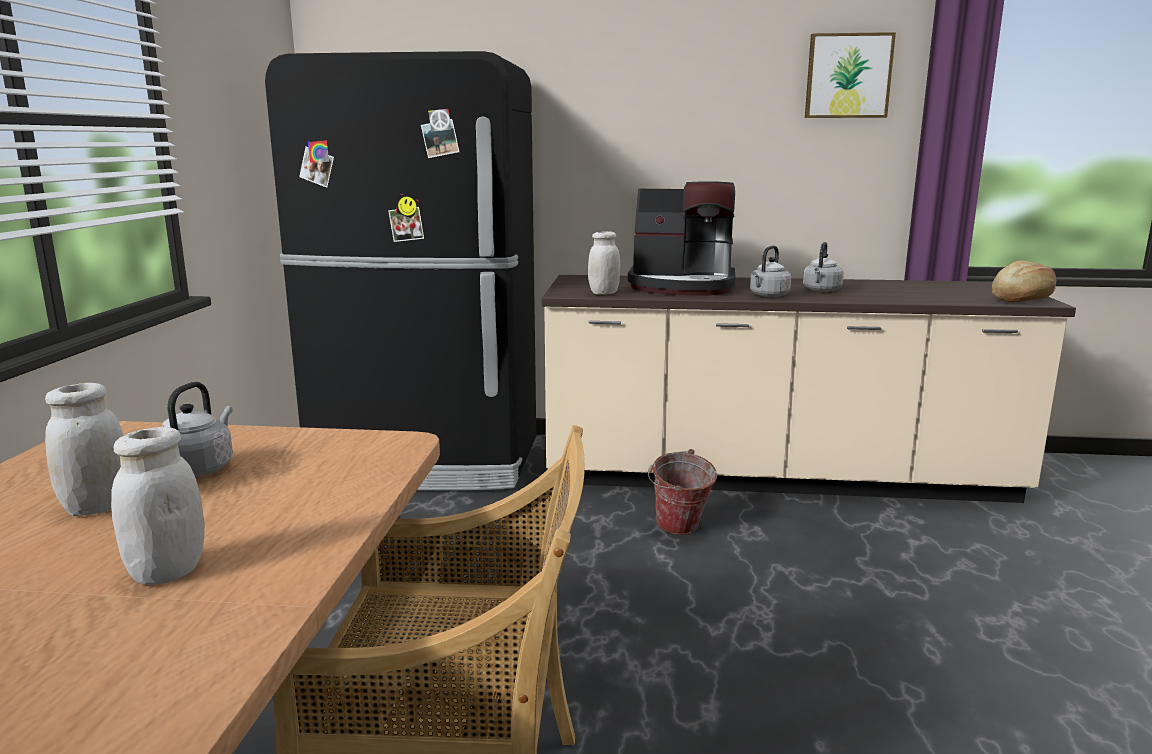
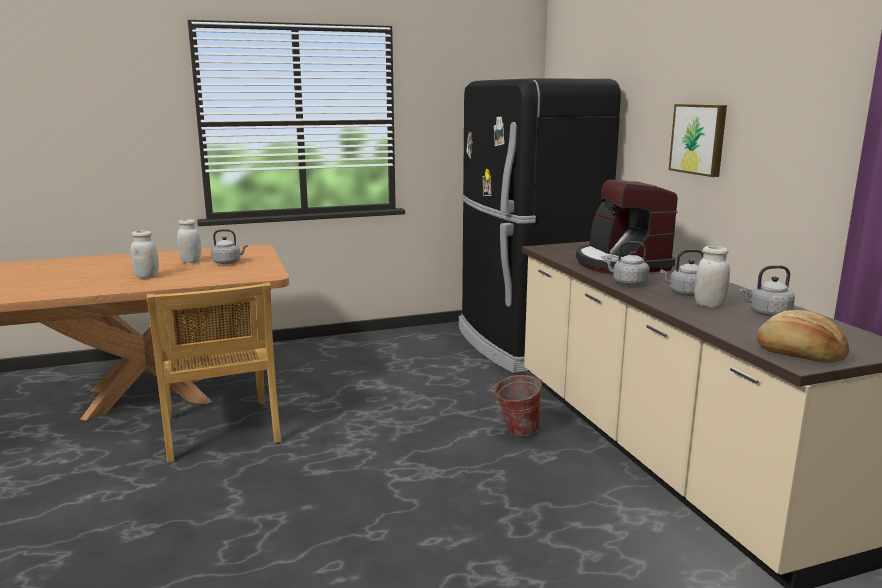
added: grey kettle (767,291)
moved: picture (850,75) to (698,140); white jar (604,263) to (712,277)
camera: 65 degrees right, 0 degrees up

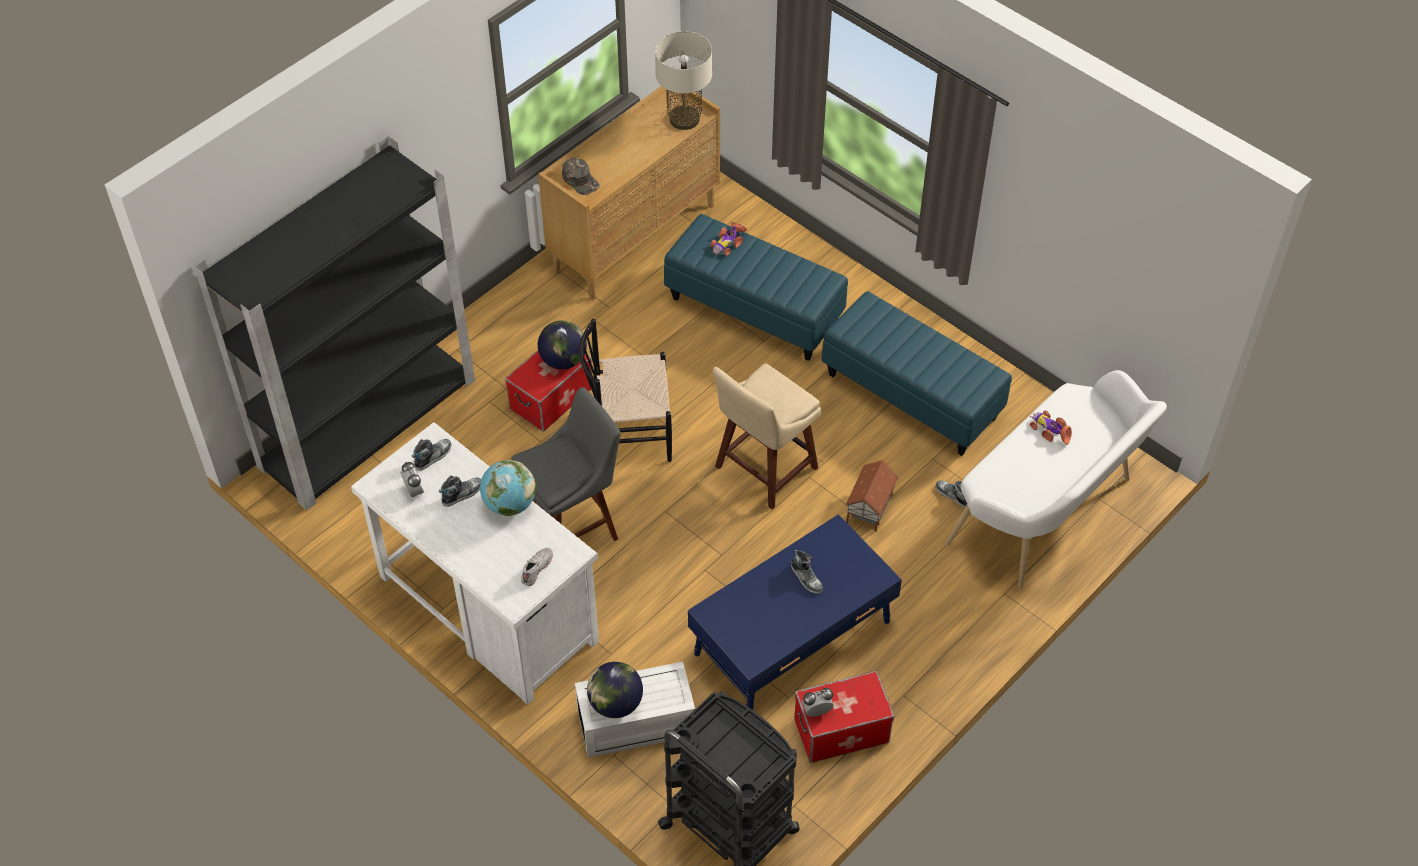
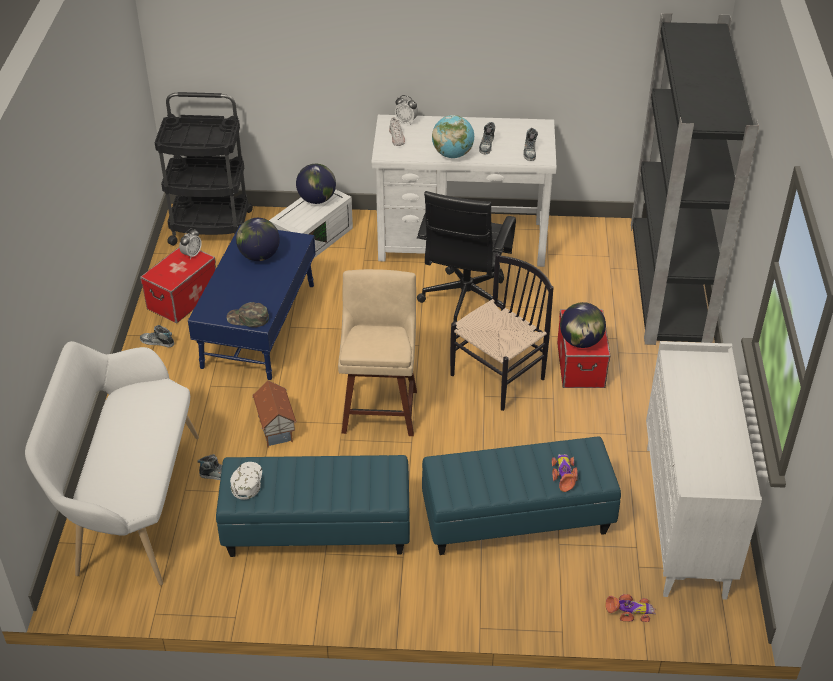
removed: table lamp (683,80)
added: white cap (246,481); globe (258,239)
moved: shoe (807,572) to (157,336); green cap (581,176) to (248,314); alarm clock (412,480) to (406,110); toy car (1051,427) to (630,608)
replaced: grey stool (566,464) to black office chair (466,260)
recoloured: brown dresser (629,193) to white dresser (704,470)
camera: 140 degrees right, 10 degrees down

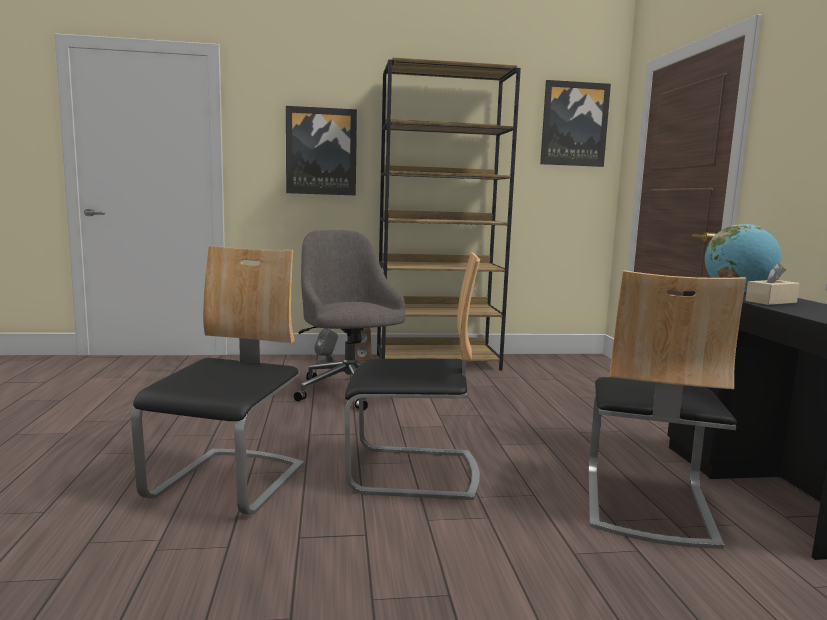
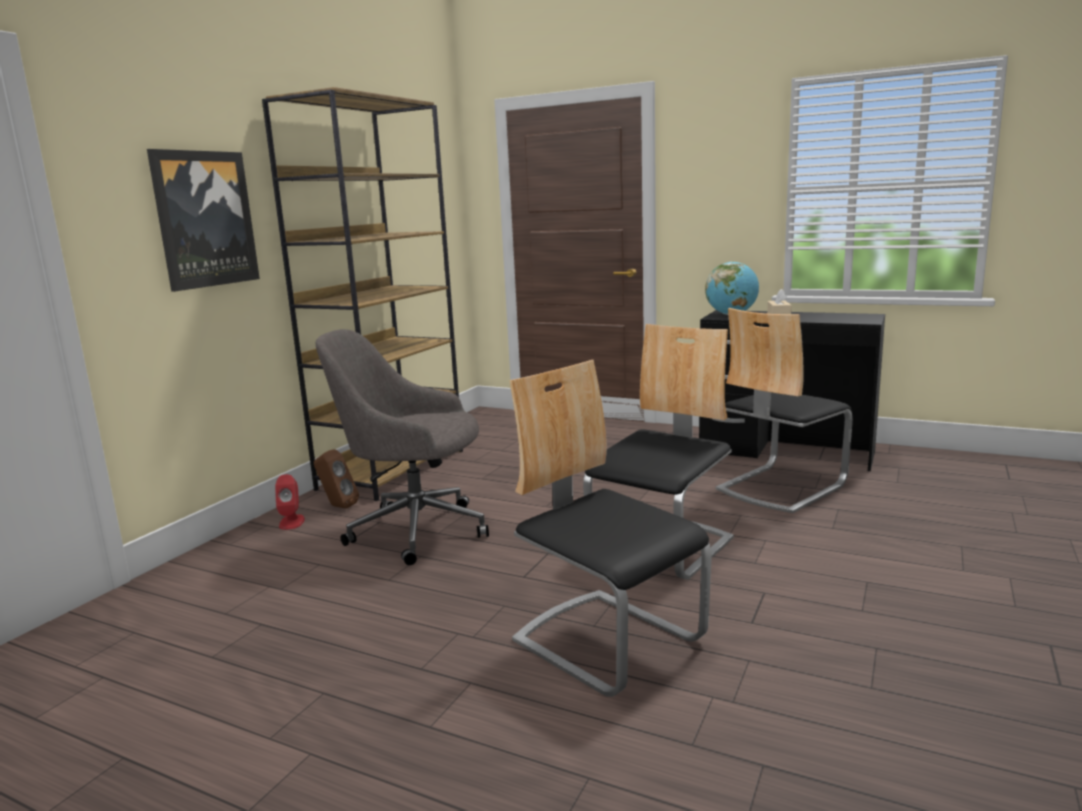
removed: picture (575,123)
recoloured: grey speaker (326,346) to red speaker (290,502)
turned: chair (667,409) = (784,410) 90 degrees clockwise
camera: 55 degrees left, 5 degrees up

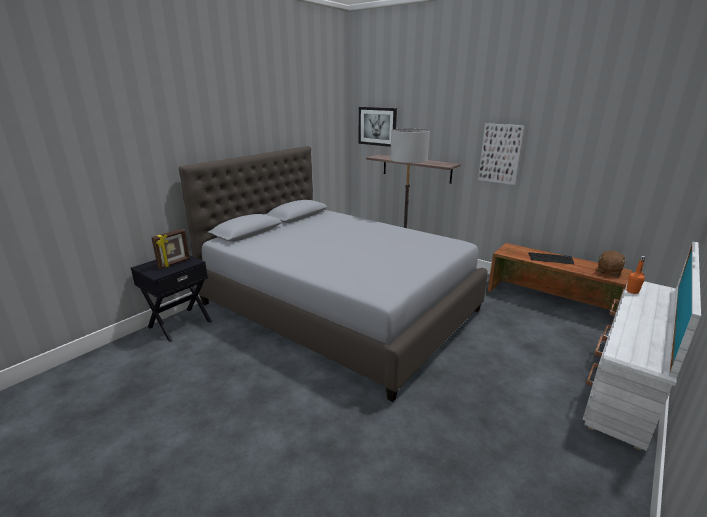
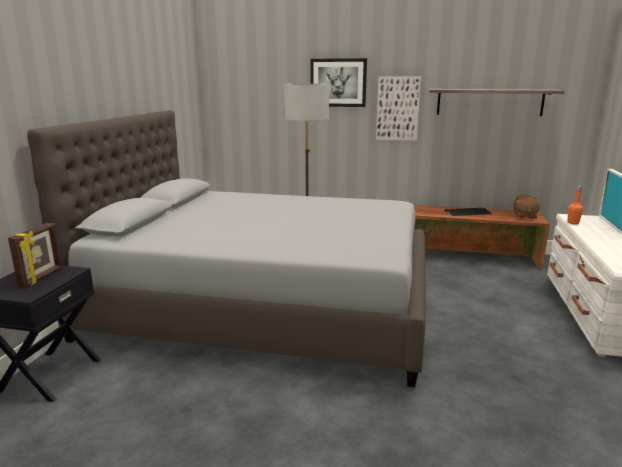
moved: picture (378,127) to (338,82); shelf (413,169) to (497,102)
camera: 25 degrees left, 5 degrees down

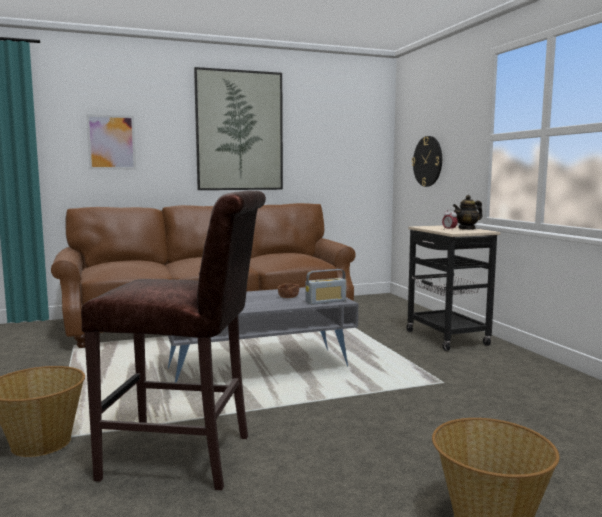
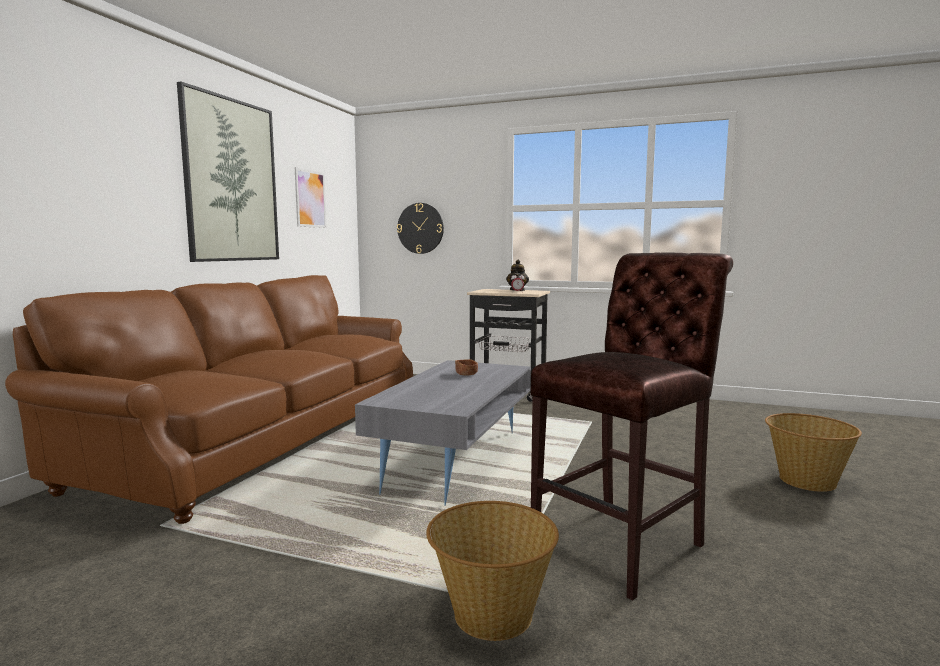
removed: radio (326,287)
moved: picture (111,142) to (310,197)
camera: 50 degrees left, 0 degrees up

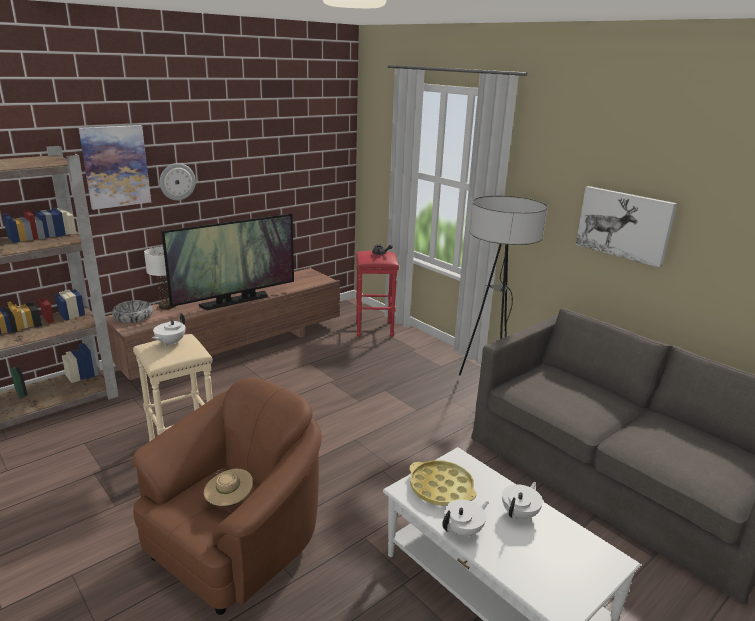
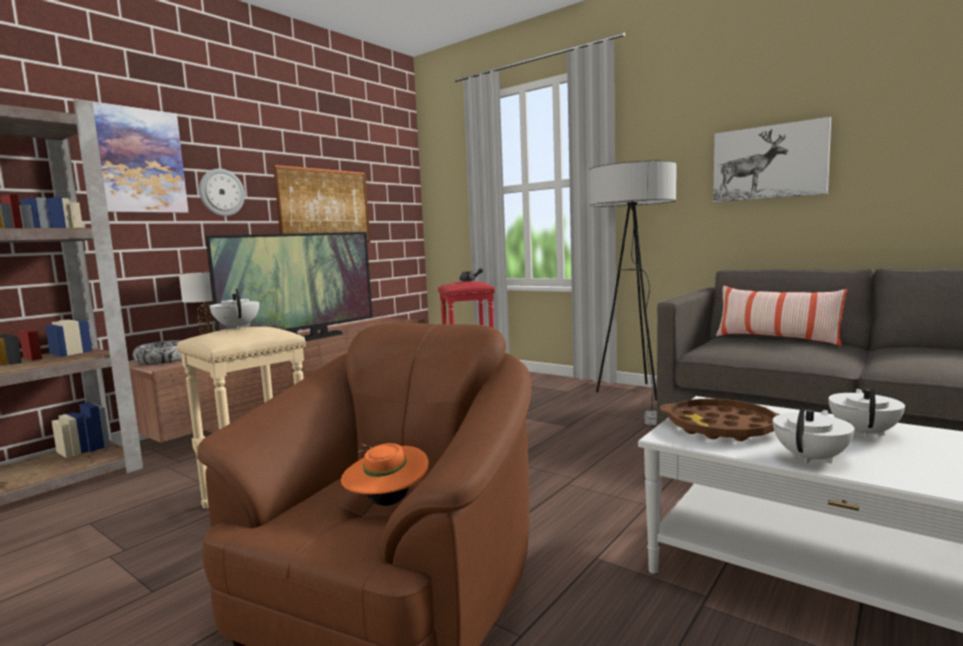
added: picture (321,204); pillow (782,316)
recoloured: beige hat (228,487) to orange hat (385,474); yellow tray (442,483) to brown tray (720,420)
turned: white teapot (168,329) = (234,309) 135 degrees clockwise
camera: 10 degrees left, 15 degrees down

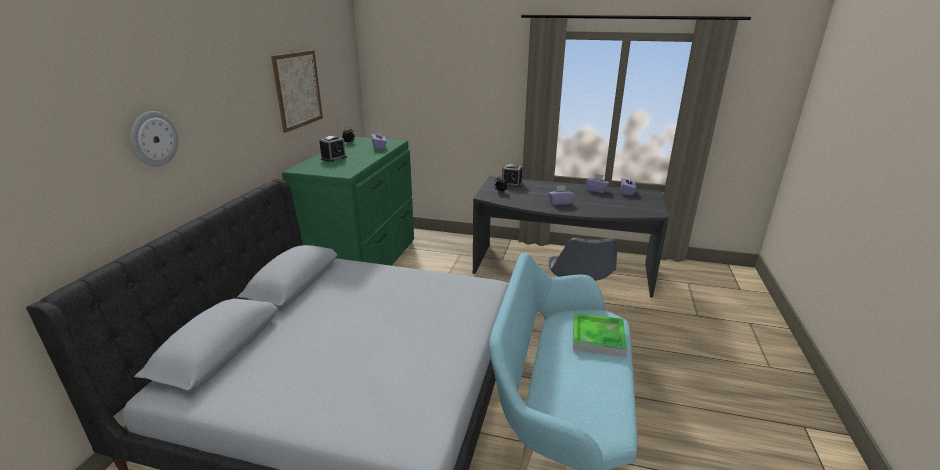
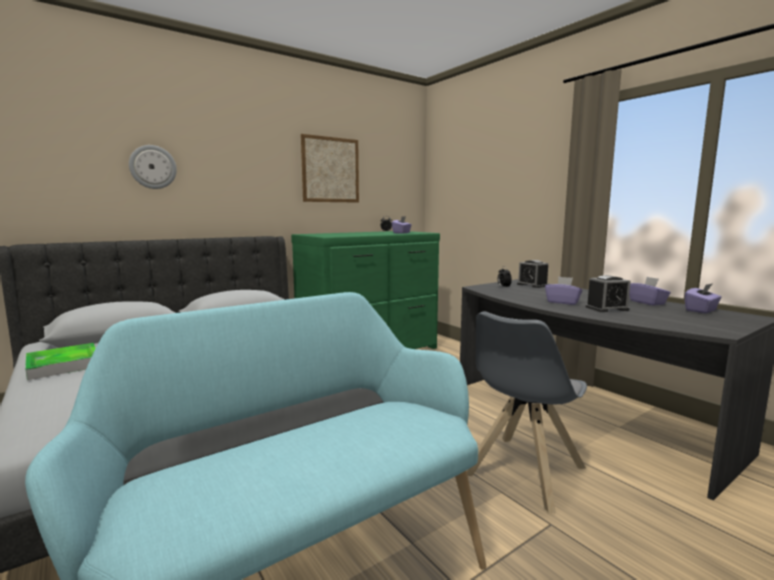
moved: tray (600,335) to (60,361); alarm clock (333,149) to (608,293)
camera: 40 degrees right, 15 degrees down

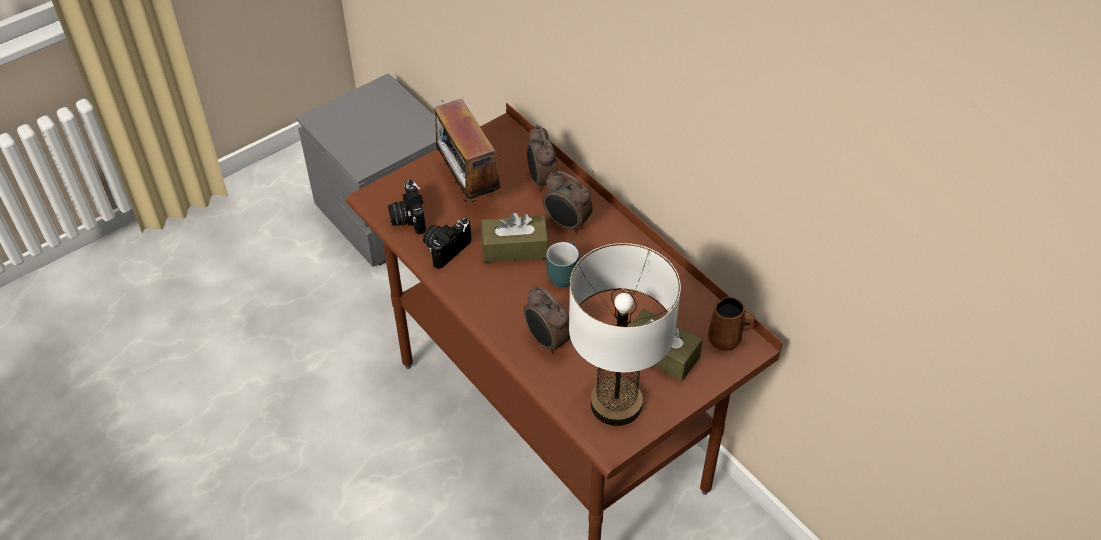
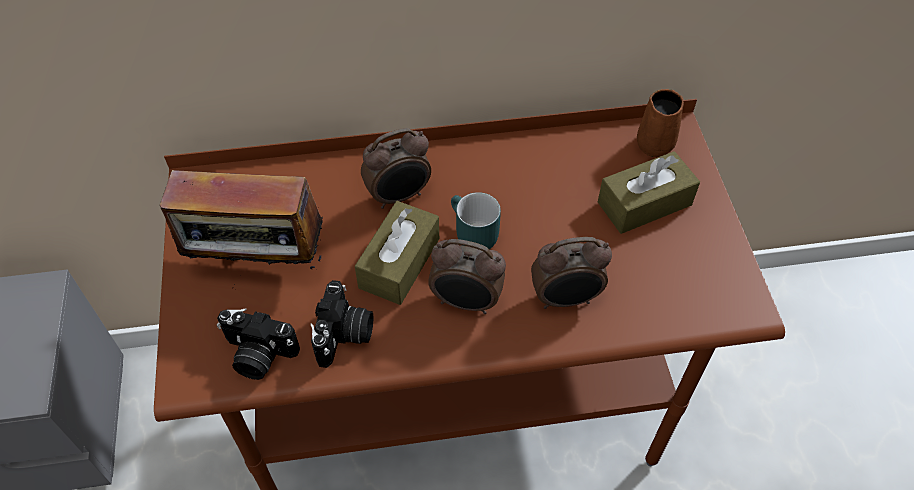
removed: table lamp (625,334)
moved: alarm clock (542,158) to (467,276)
turned: photo camera (447,243) = (341,324) 150 degrees counterclockwise
camera: 60 degrees left, 5 degrees up

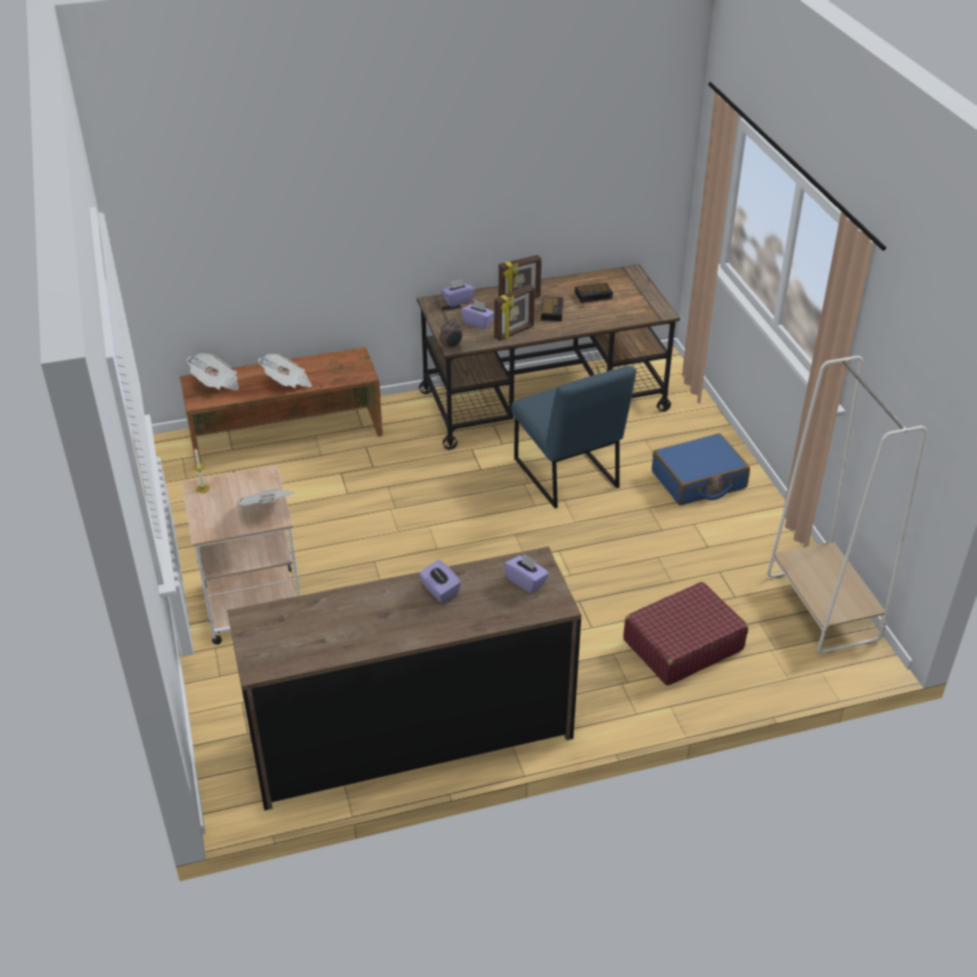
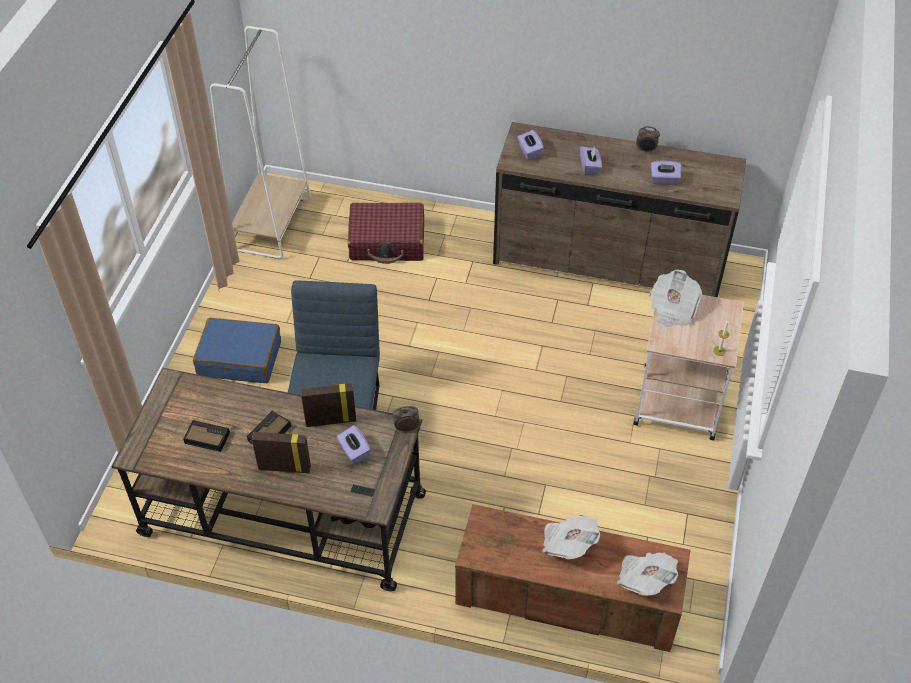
added: alarm clock (648,139)
moved: purple tissue box (458,293) to (666,173)
camera: 150 degrees left, 10 degrees up

